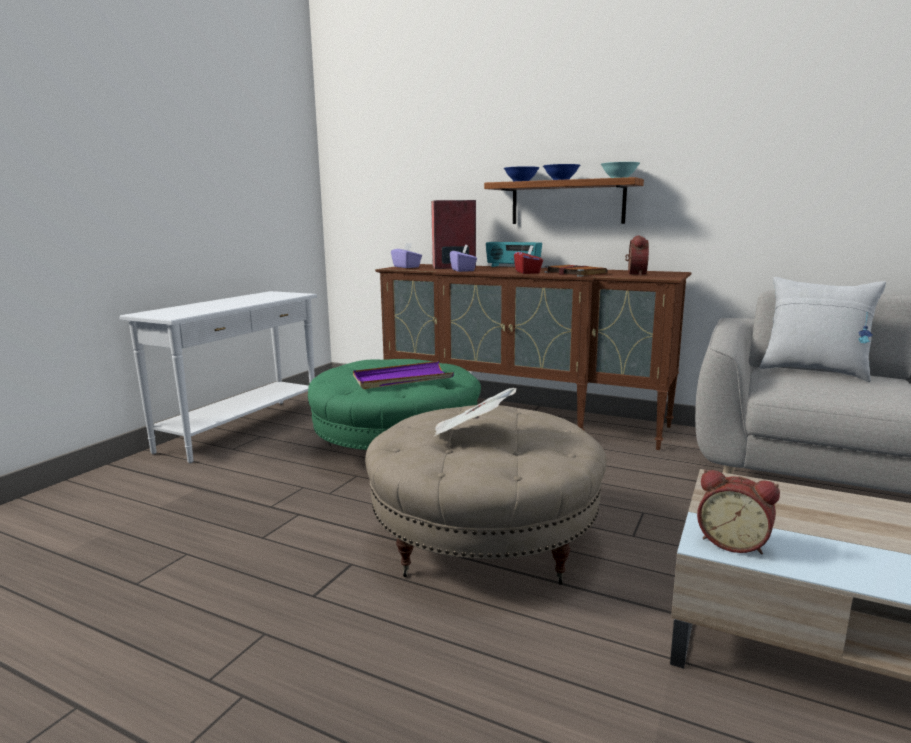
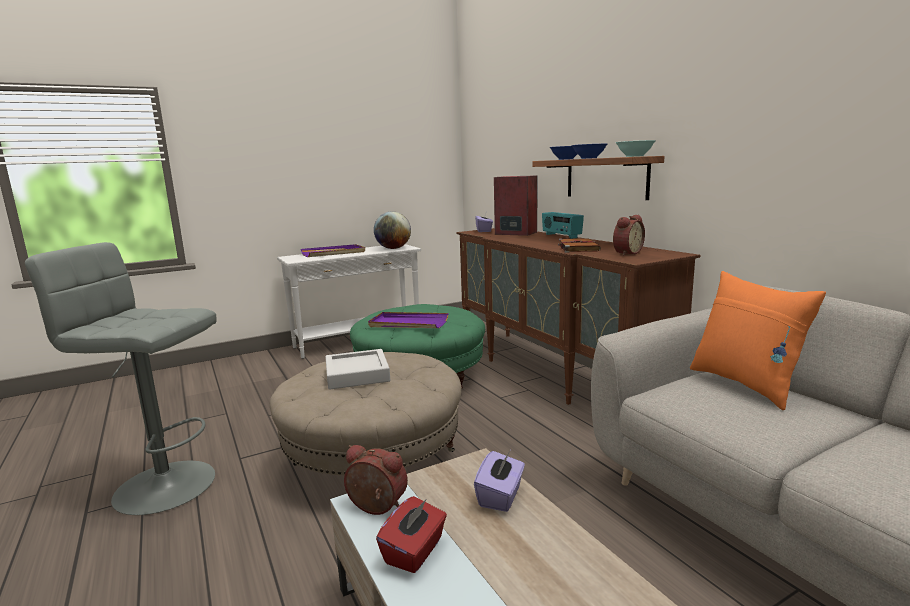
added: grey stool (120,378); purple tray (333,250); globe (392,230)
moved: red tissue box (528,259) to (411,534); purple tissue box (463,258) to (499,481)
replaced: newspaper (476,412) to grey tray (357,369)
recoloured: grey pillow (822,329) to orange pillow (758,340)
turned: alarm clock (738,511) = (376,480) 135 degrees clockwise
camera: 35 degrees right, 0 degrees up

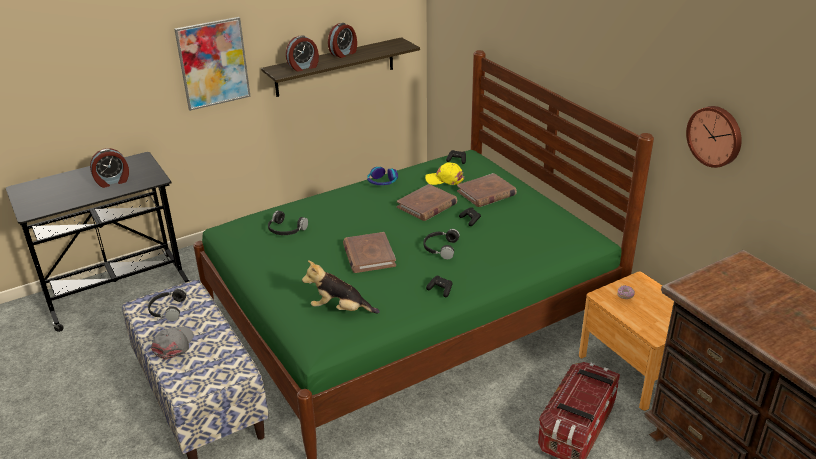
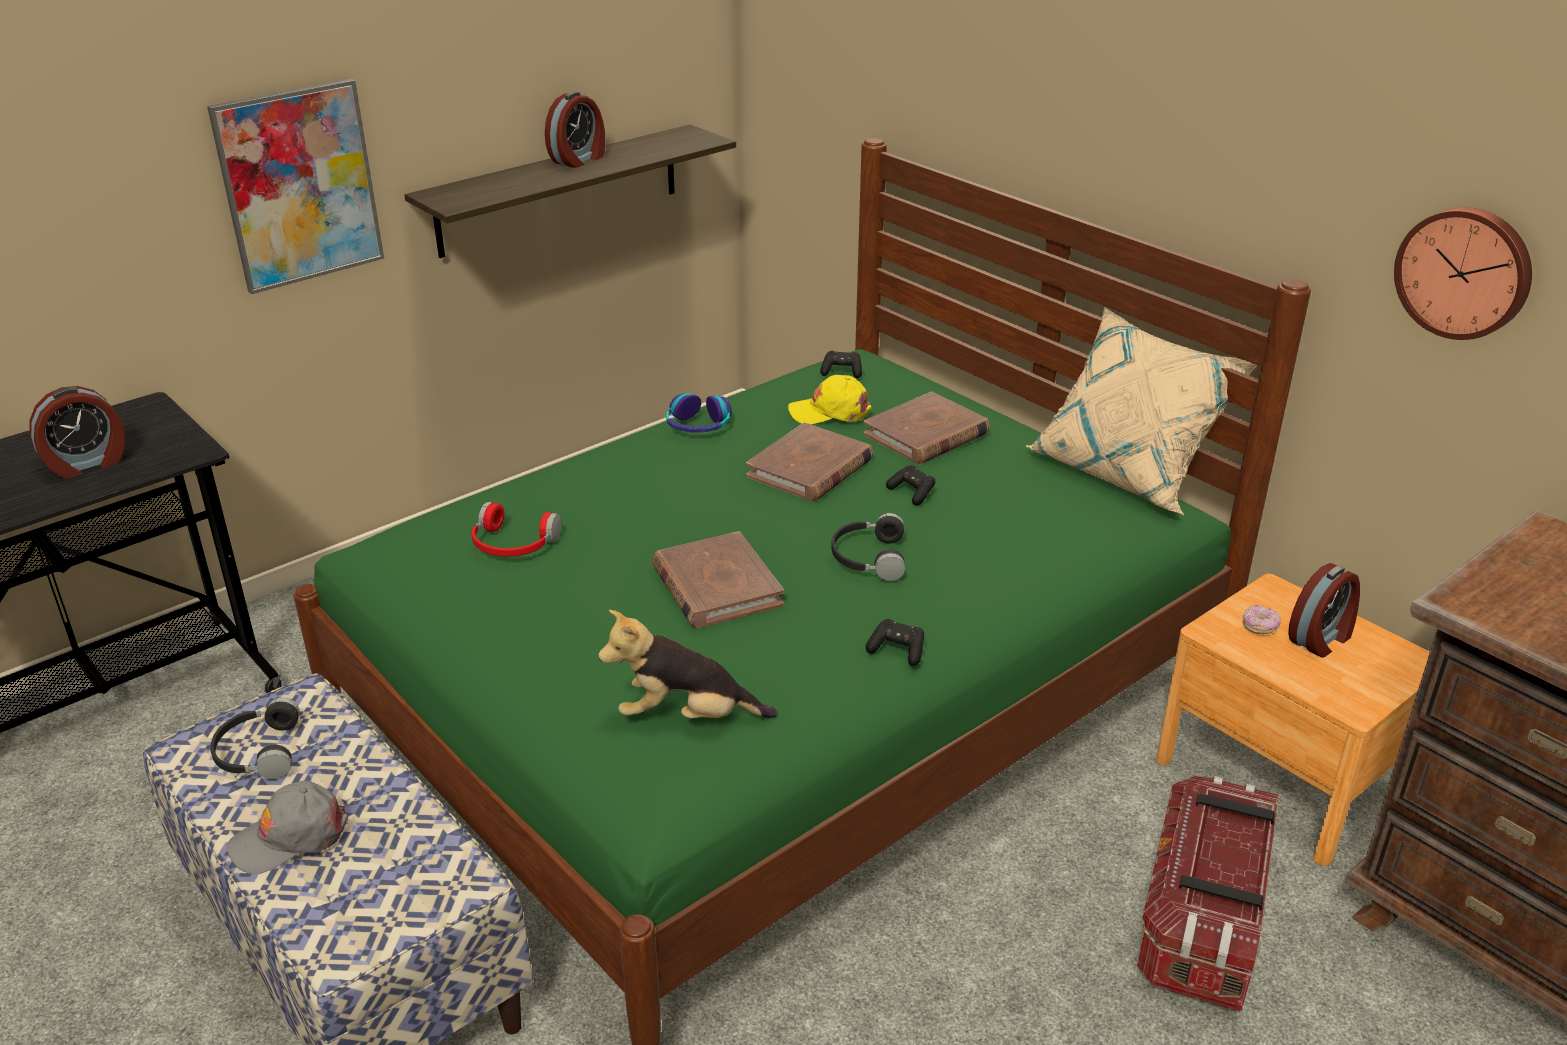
added: beige pillow (1141,411)
moved: alarm clock (302,53) to (1324,610)
recoloured: black headphones (288,223) to red headphones (516,529)
turned: grey cap (172,343) = (287,827) 120 degrees counterclockwise
camera: 10 degrees left, 0 degrees up

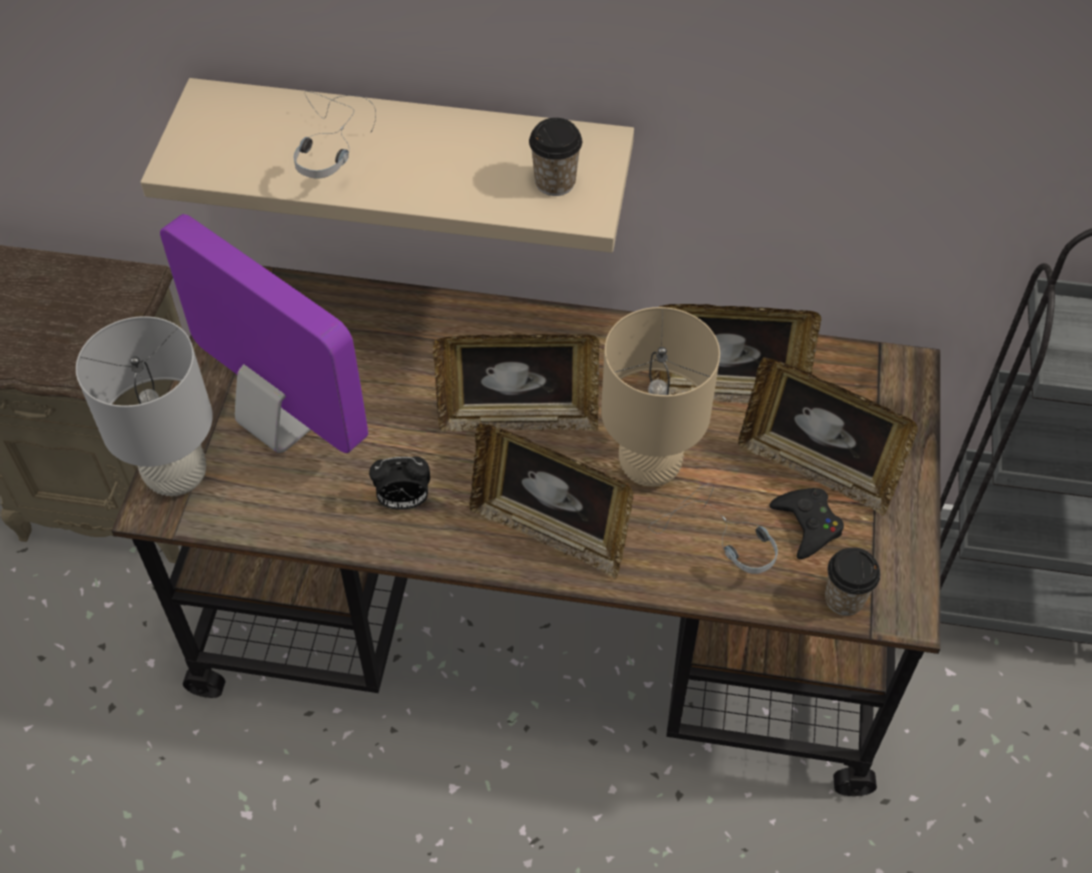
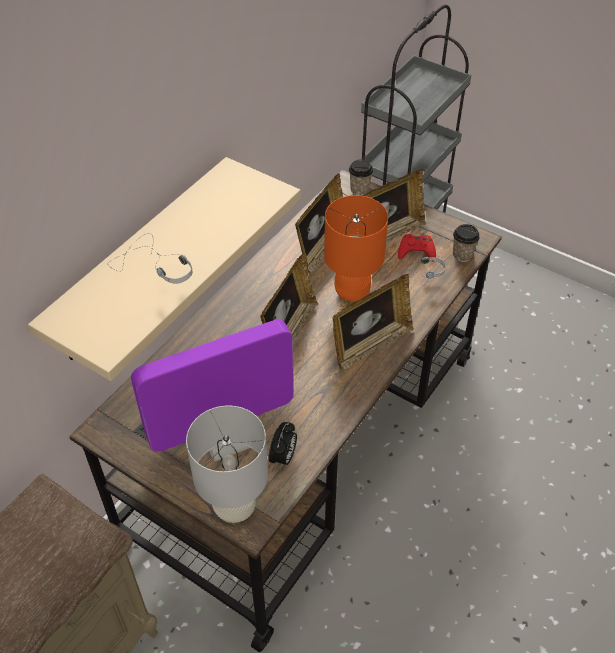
moved: alarm clock (399,483) to (282,444); cup (555,157) to (361,177)
recoloured: beige table lamp (660,397) to orange table lamp (356,248); black game controller (807,523) to red game controller (417,248)
camera: 65 degrees left, 5 degrees down

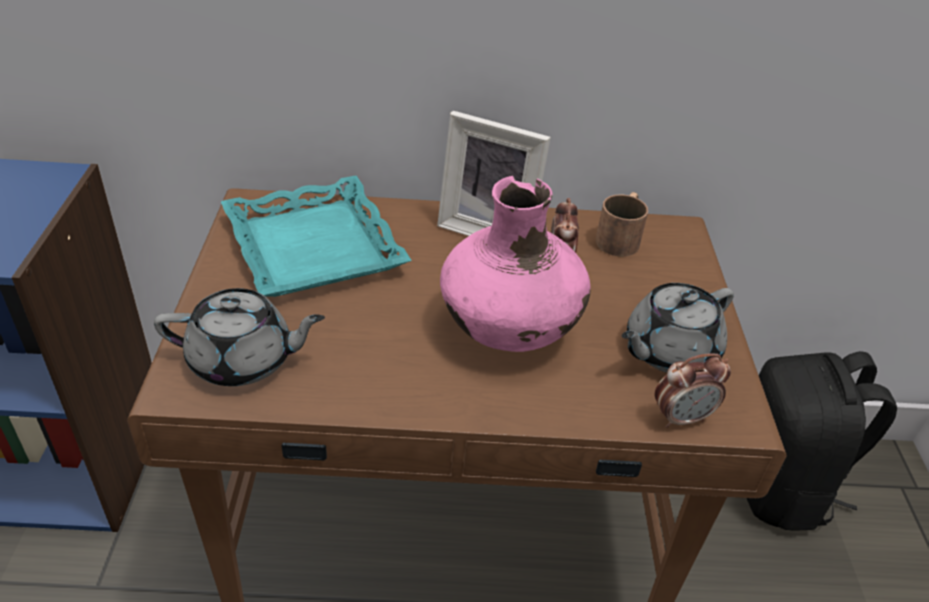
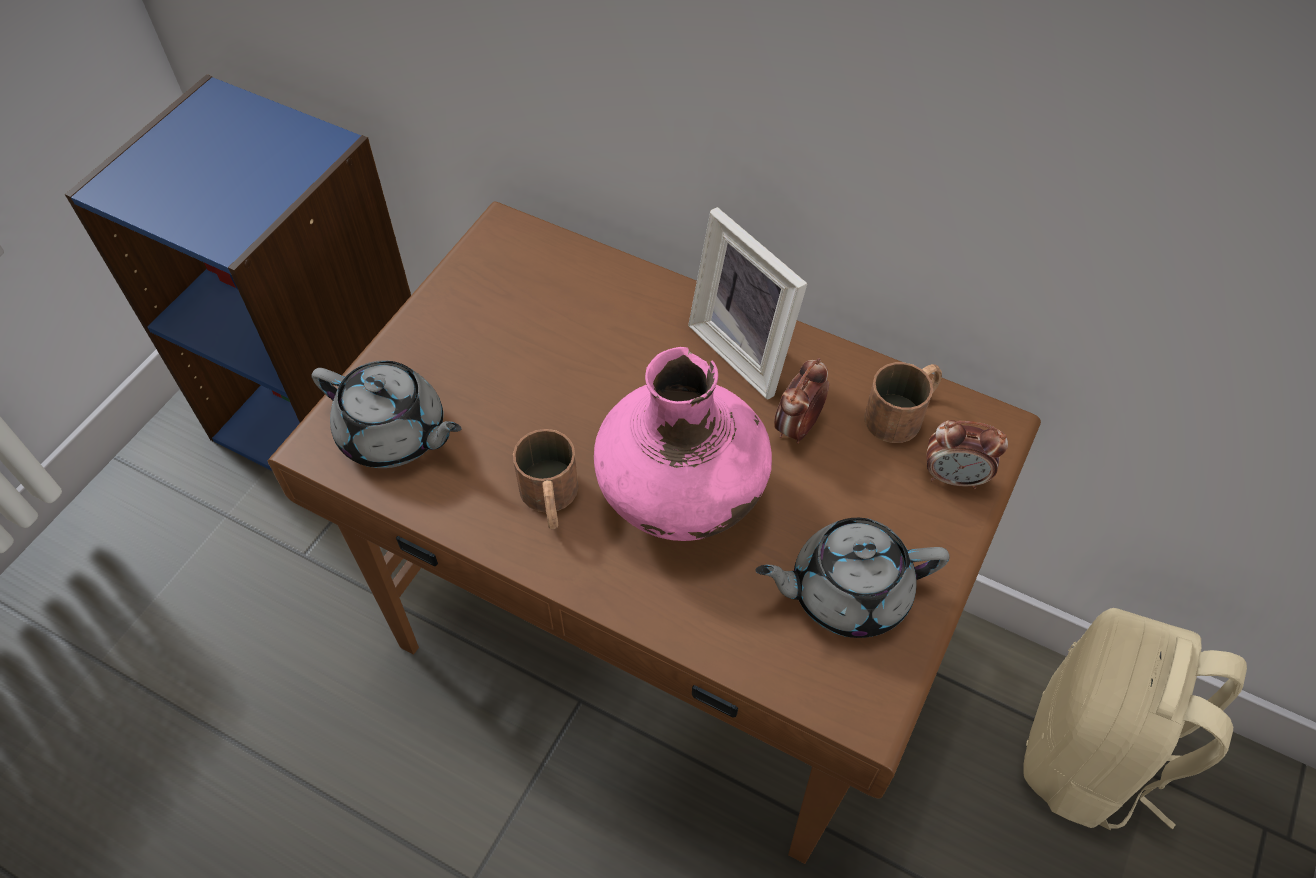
removed: turquoise tray (316,236)
added: brown mug (546,479)
moved: alarm clock (692,390) to (967,454)
recoloured: black backpack (822,440) to beige backpack (1135,719)
camera: 30 degrees right, 15 degrees up

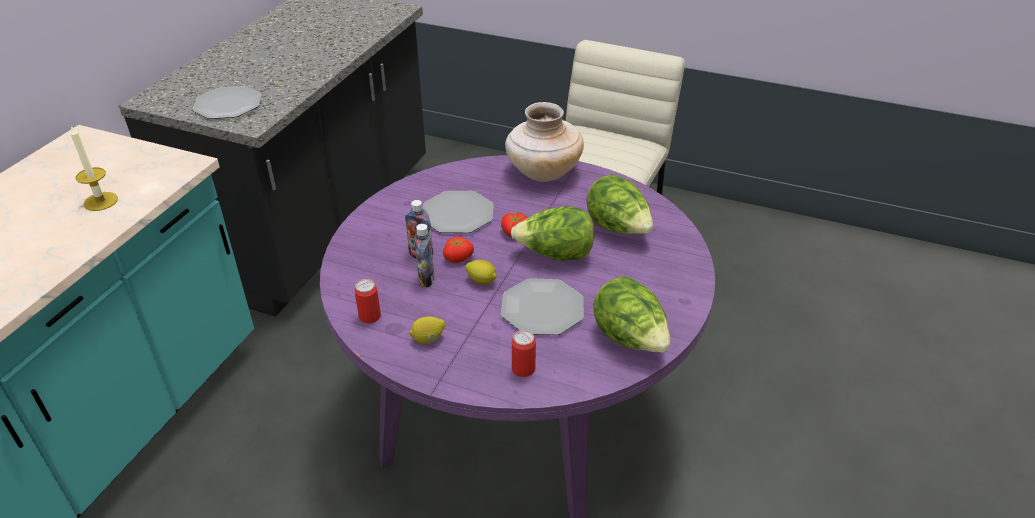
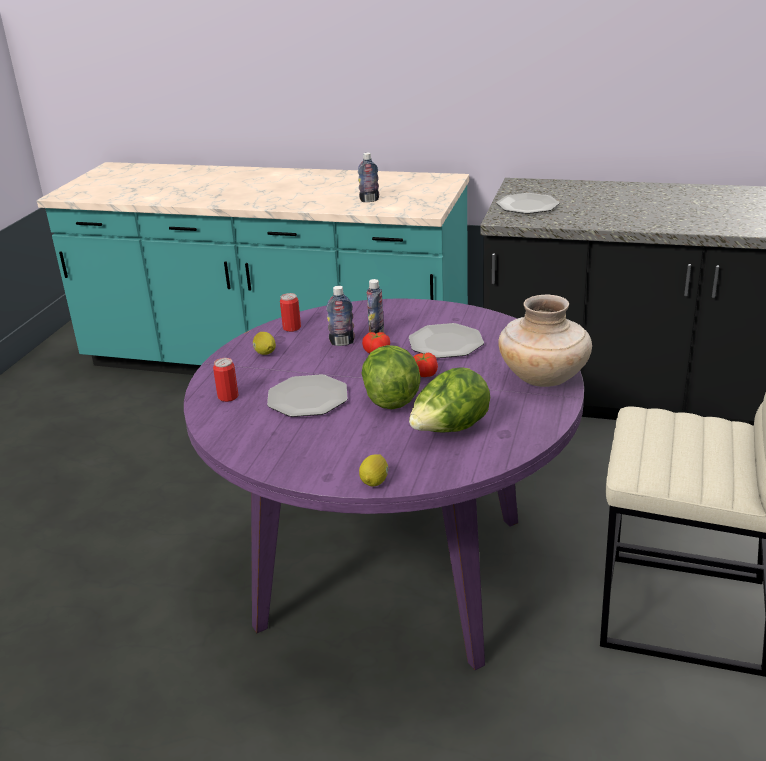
removed: lettuce (632,314)
moved: lemon (480,272) to (373,470)
replaced: candle (94,168) to bottle (368,177)
camera: 85 degrees right, 10 degrees down

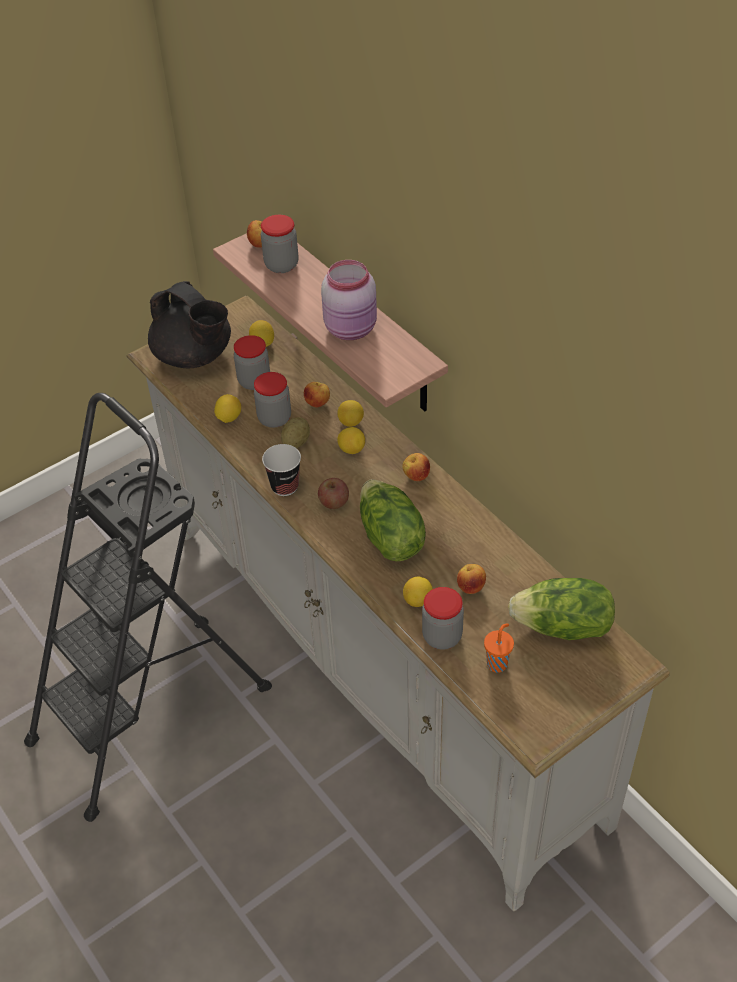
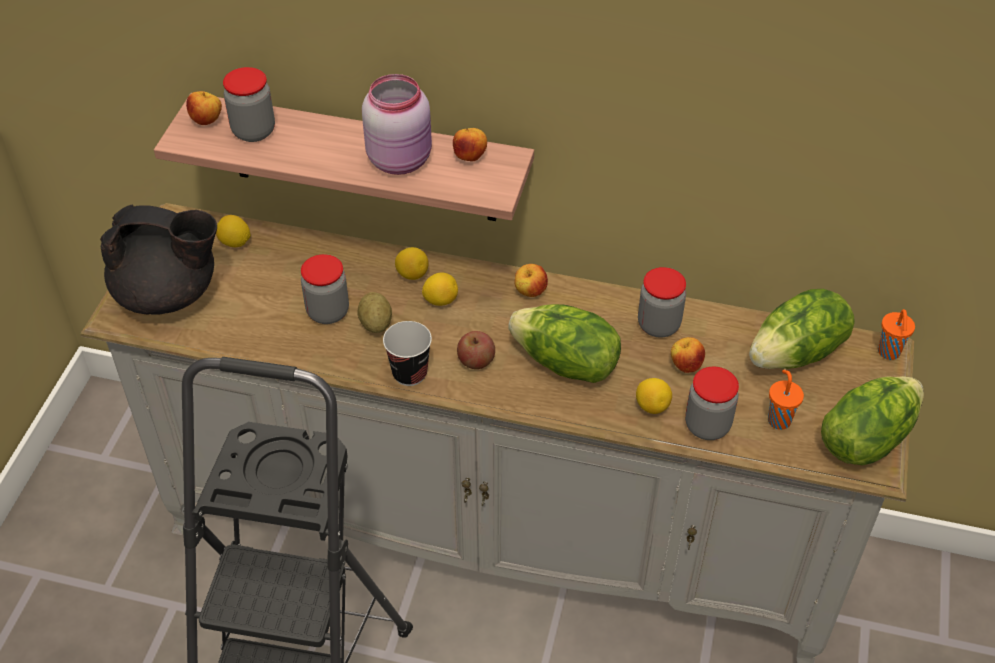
removed: lemon (227,408)
added: lettuce (872,420); orange cup (896,334)
moved: apple (317,395) to (470,144); jar (252,362) to (662,302)
camera: 40 degrees left, 0 degrees up

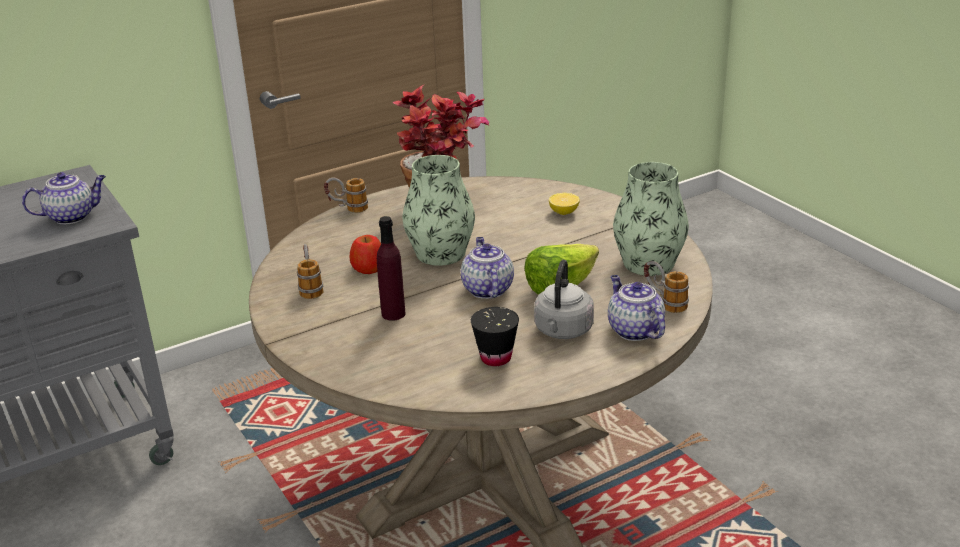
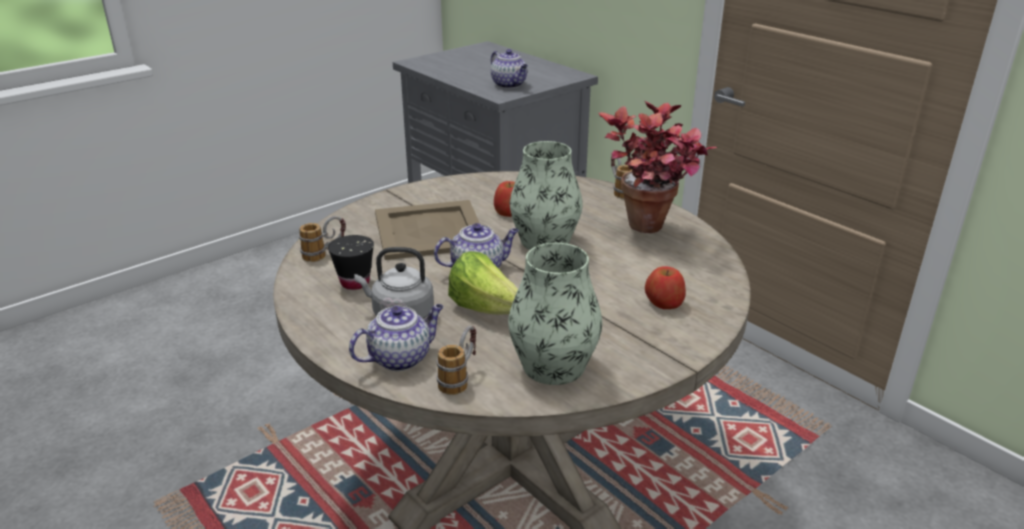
moved: mug (310,271) to (322,239)
replaced: purple bottle (391,268) to beige tray (427,230); lemon (564,204) to apple (665,287)
camera: 80 degrees right, 0 degrees up

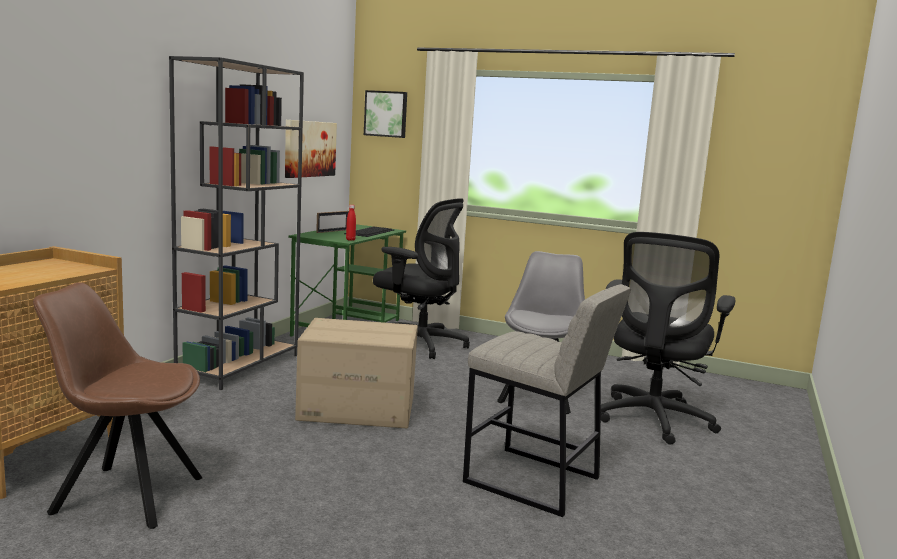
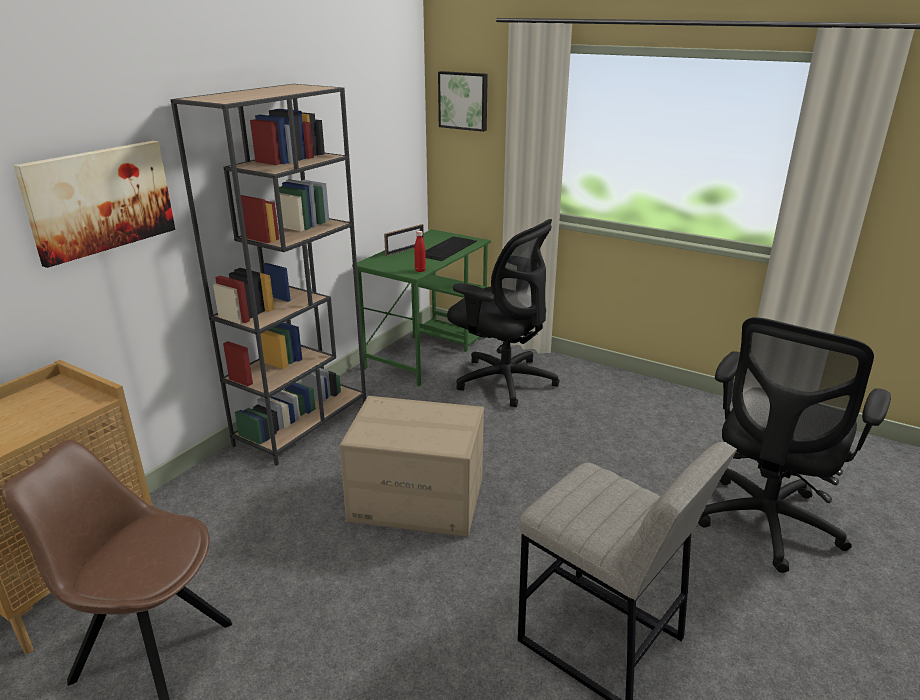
removed: grey chair (541,332)
moved: picture (311,149) to (94,204)
camera: 10 degrees right, 15 degrees up

